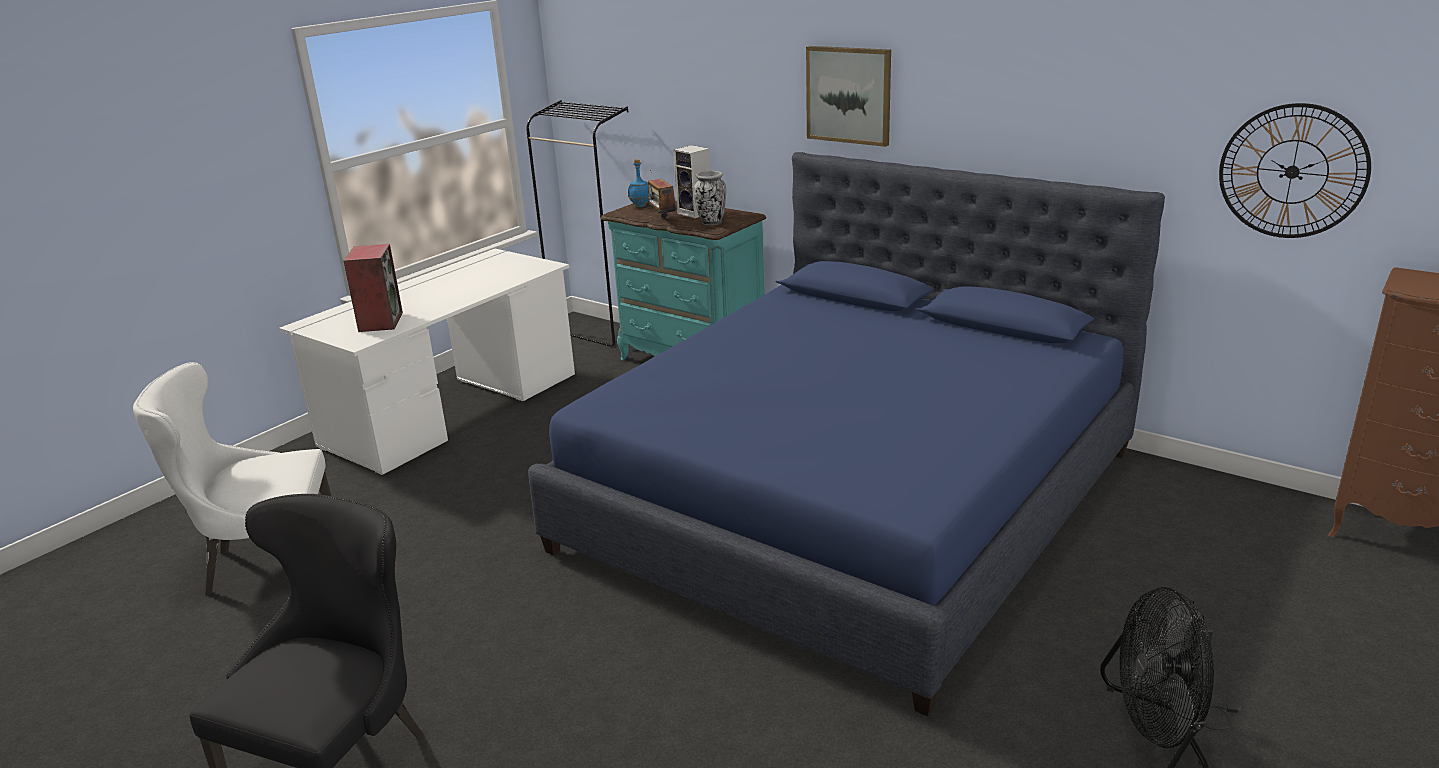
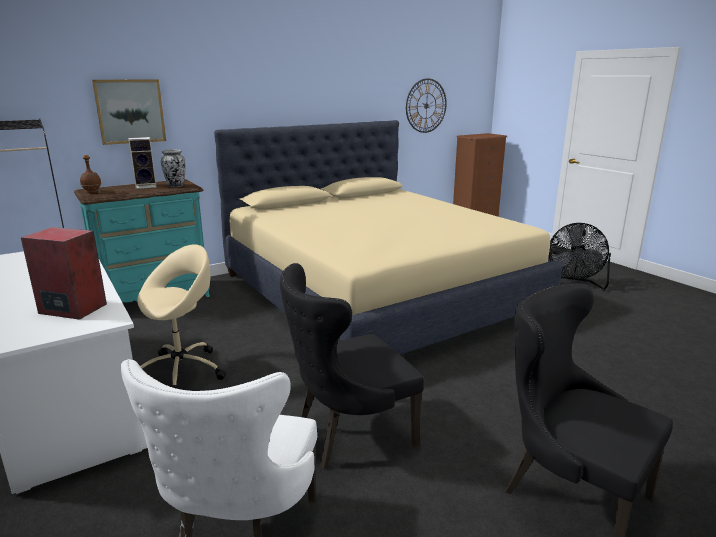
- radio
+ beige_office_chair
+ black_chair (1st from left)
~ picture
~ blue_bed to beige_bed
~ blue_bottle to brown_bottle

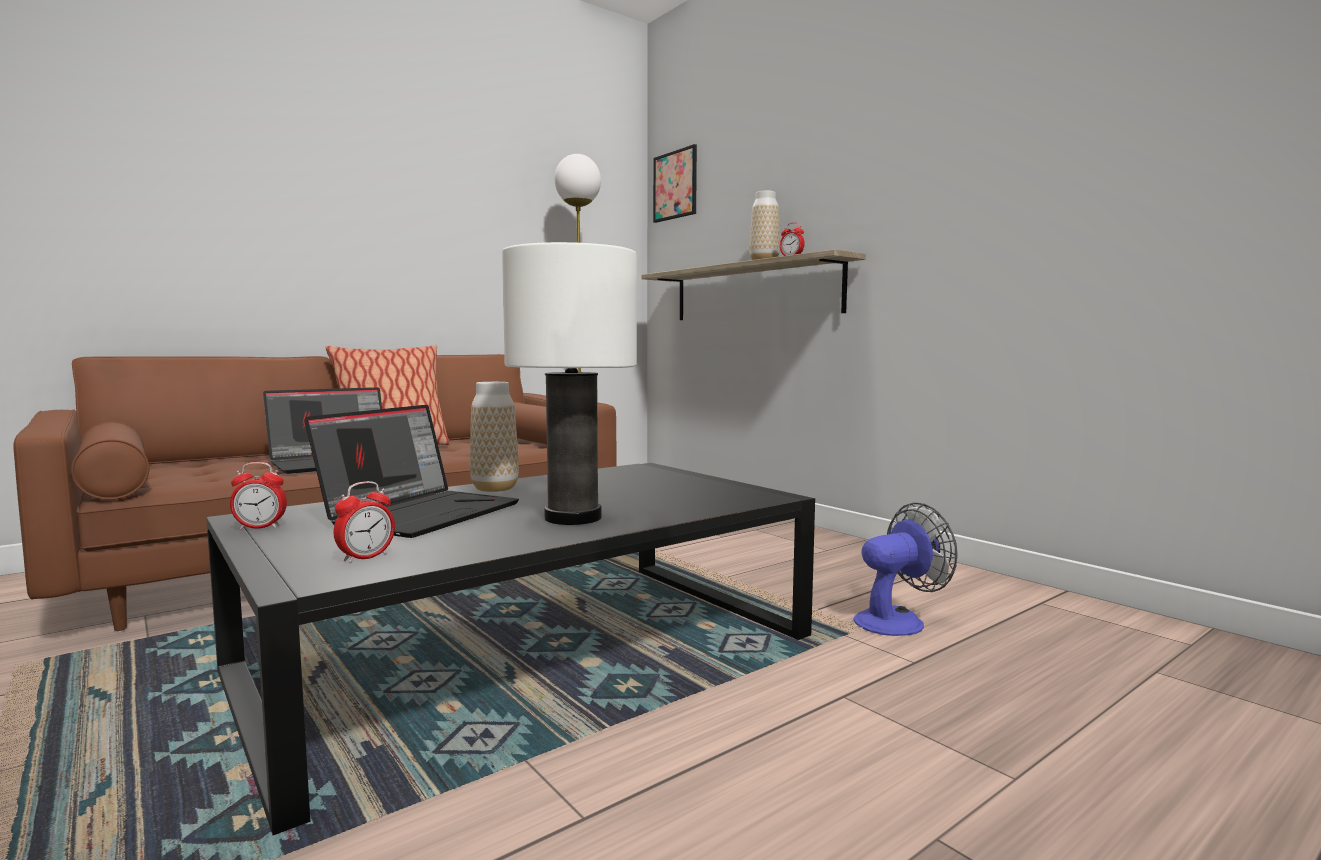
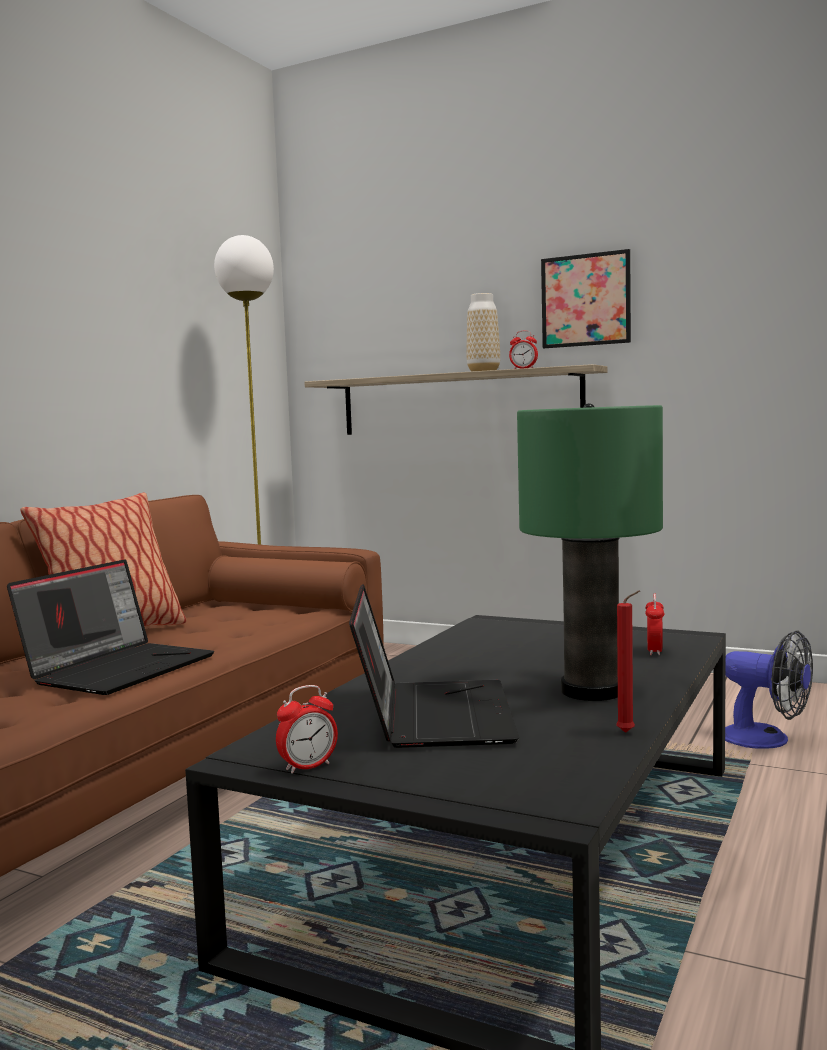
- vase (1st from left)
+ red_candle
~ alarm_clock (2nd from left in the first image) to alarm_clock (3rd from left)
~ picture
~ white_table_lamp to green_table_lamp
~ fan 90 degrees clockwise

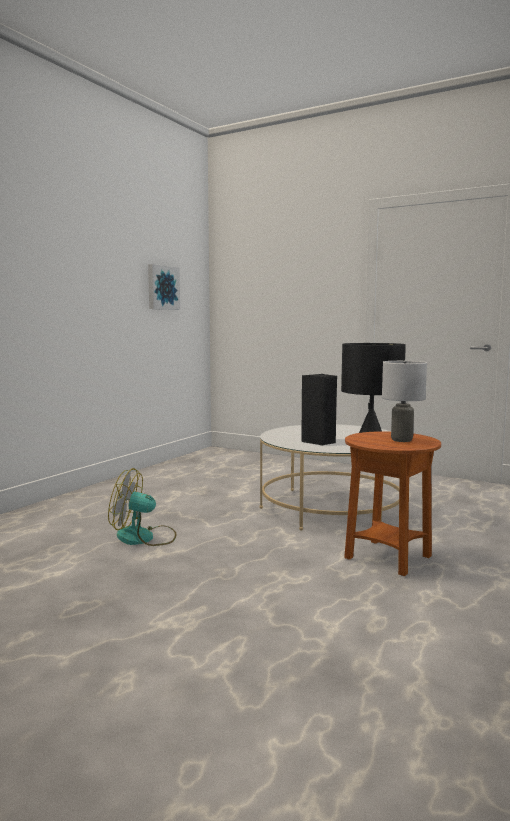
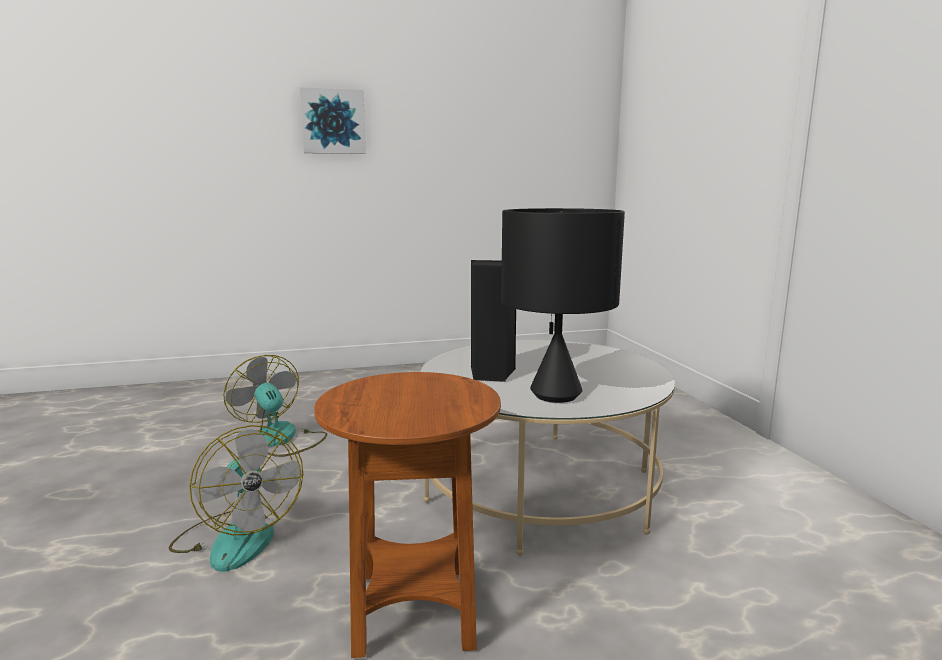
- white_table_lamp
+ fan (1st from left)
~ picture

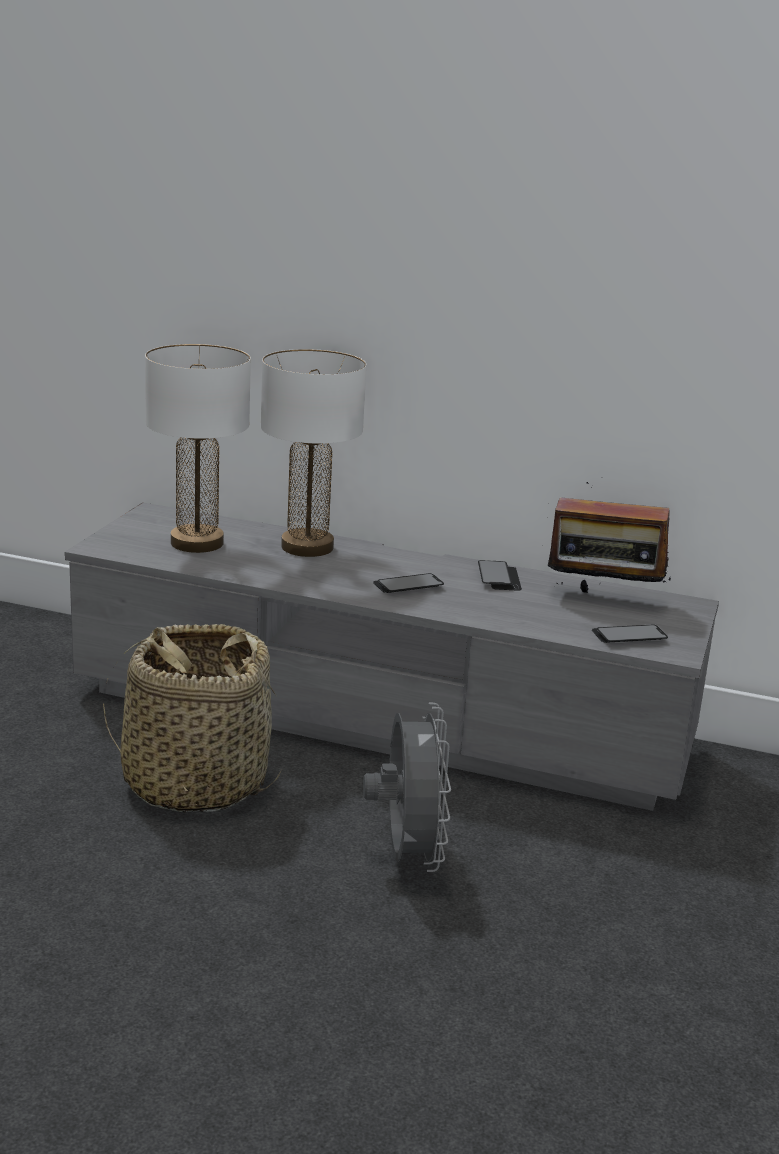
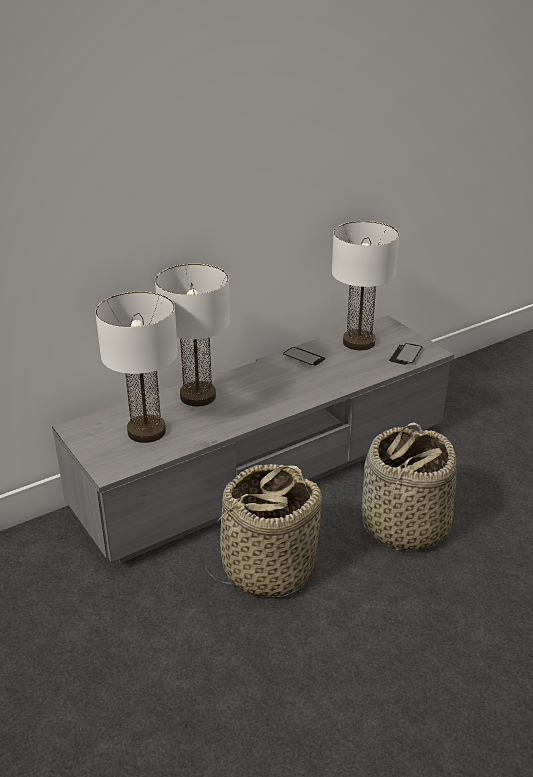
- phone (1st from left)
~ grey_fan to basket (2nd from left)
~ radio to table_lamp (3rd from left)

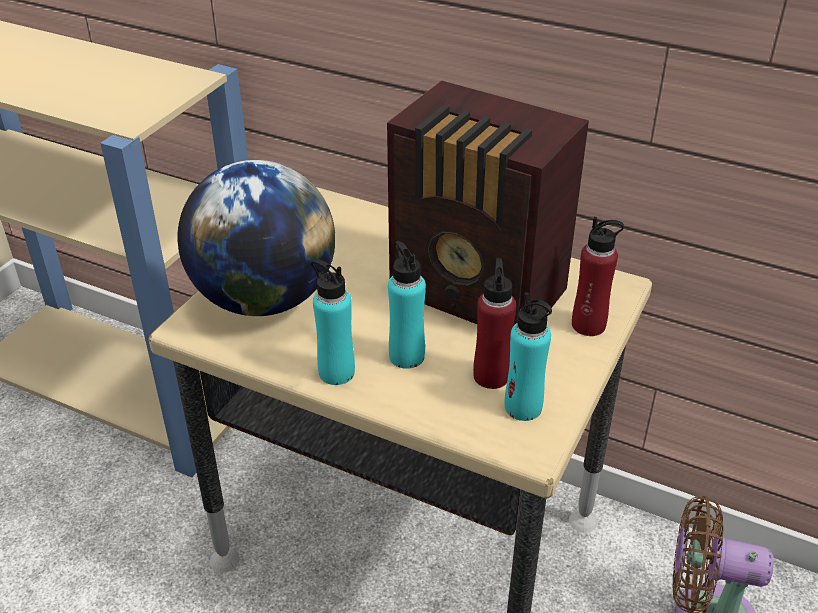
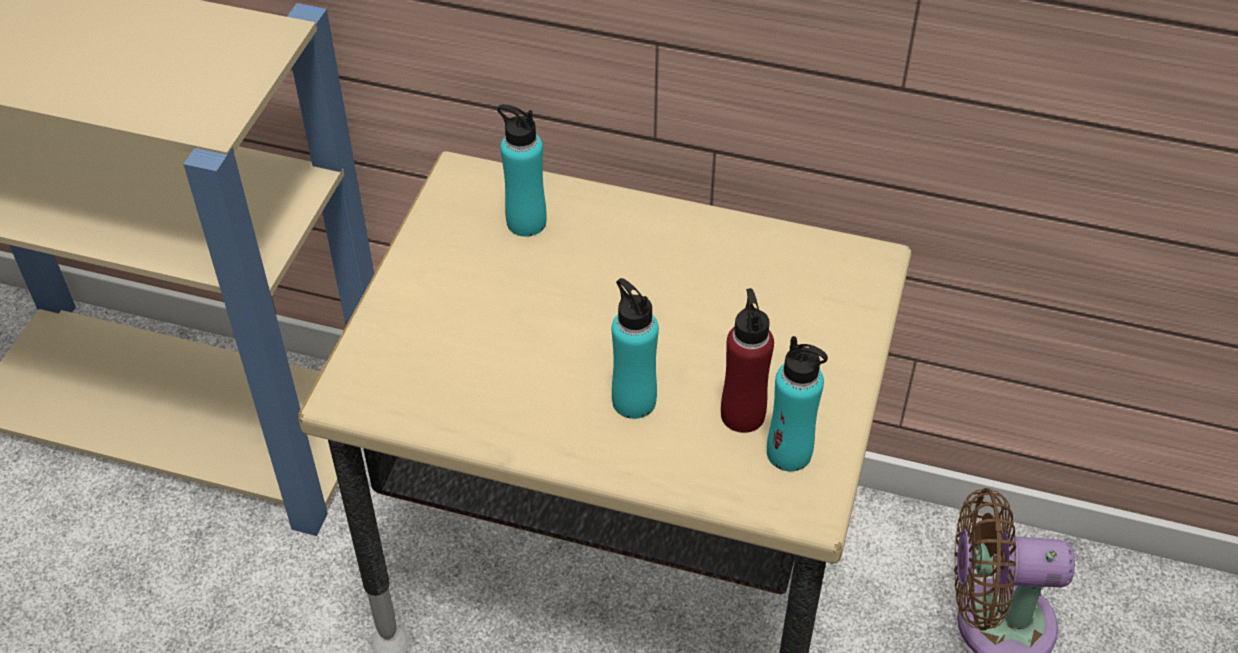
- globe
- radio
- red_bottle (2nd from left)
~ turquoise_bottle (1st from left)

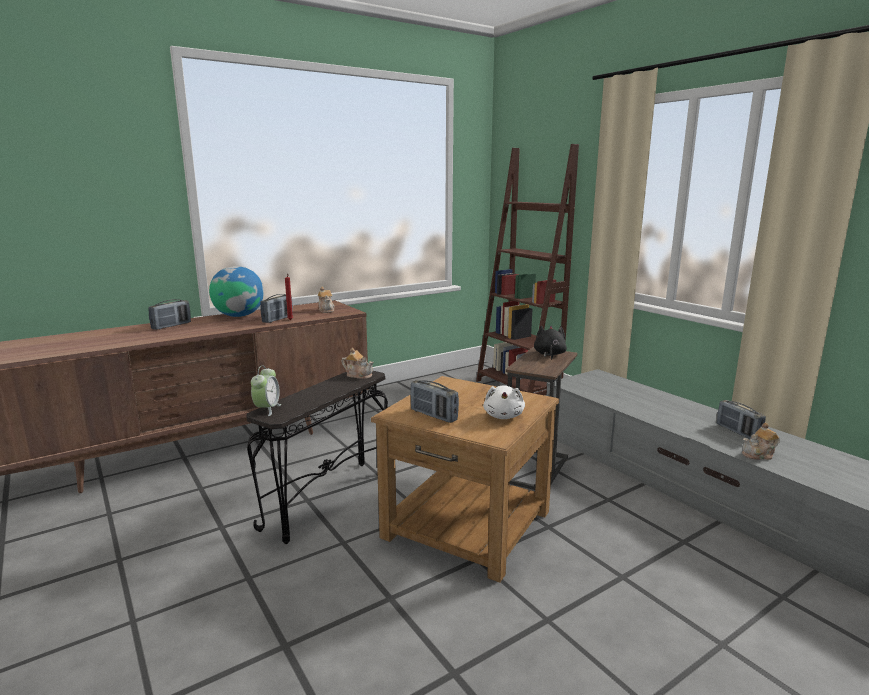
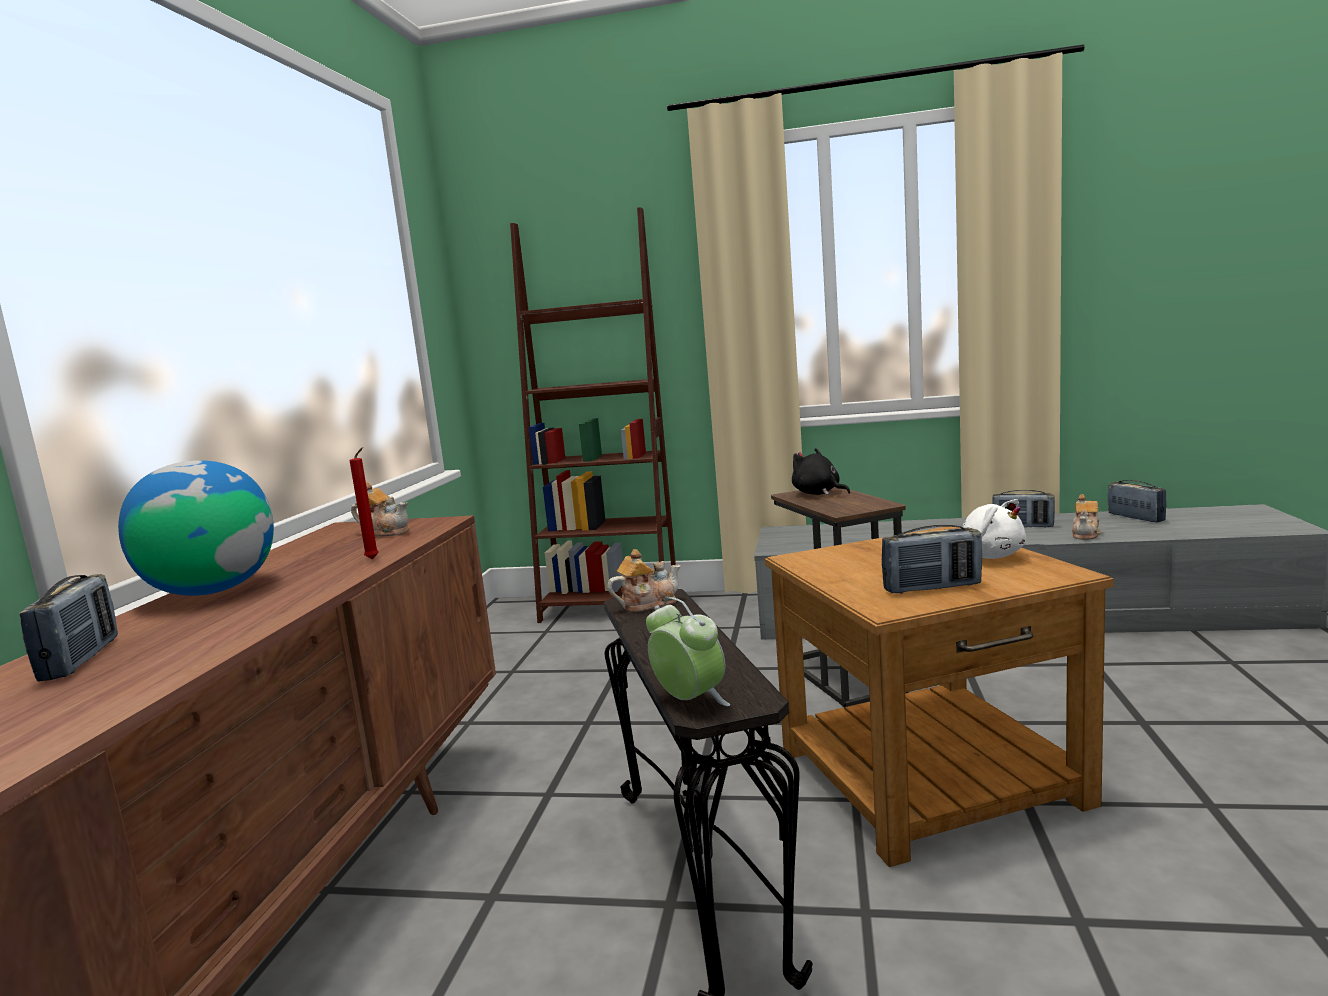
~ radio (2nd from left in the first image) to radio (4th from left)

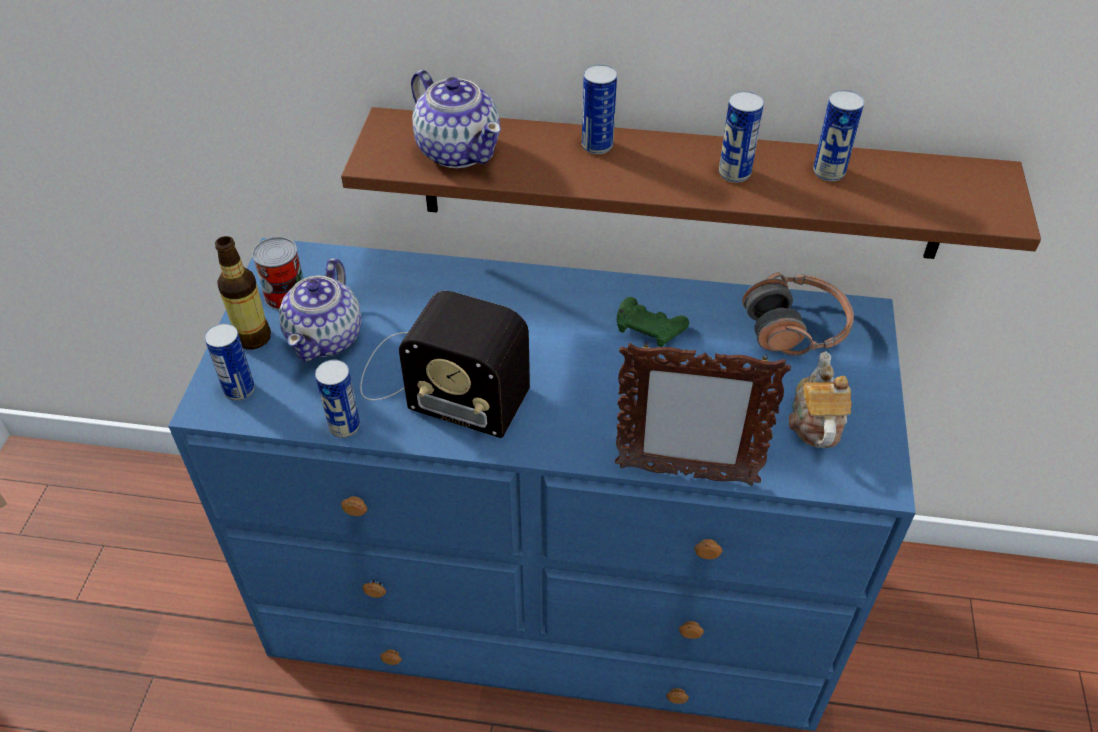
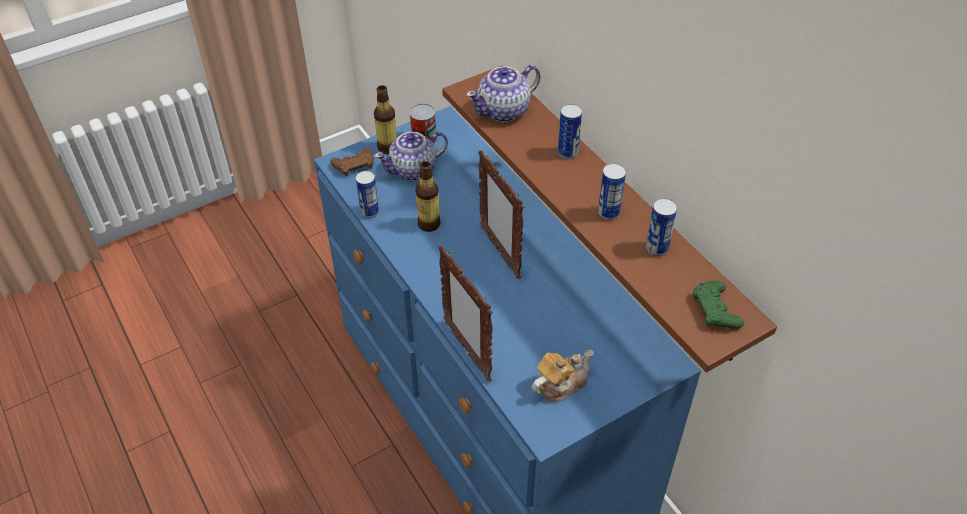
- headphones
+ picture_frame (2nd from left)
~ green_game_controller
~ can (1st from left) to brown_game_controller
~ radio to bottle (2nd from left)
~ teapot (2nd from left) 45 degrees clockwise

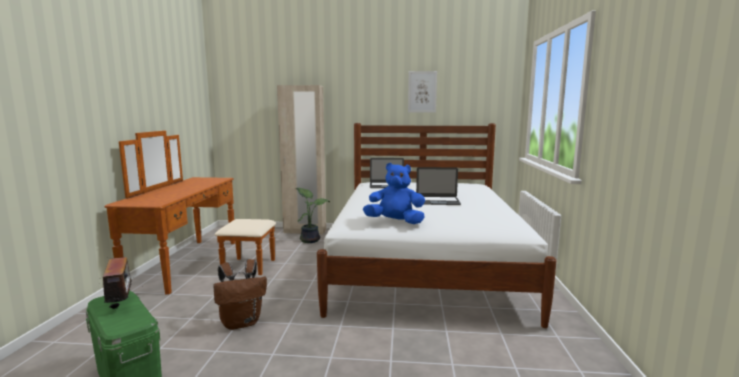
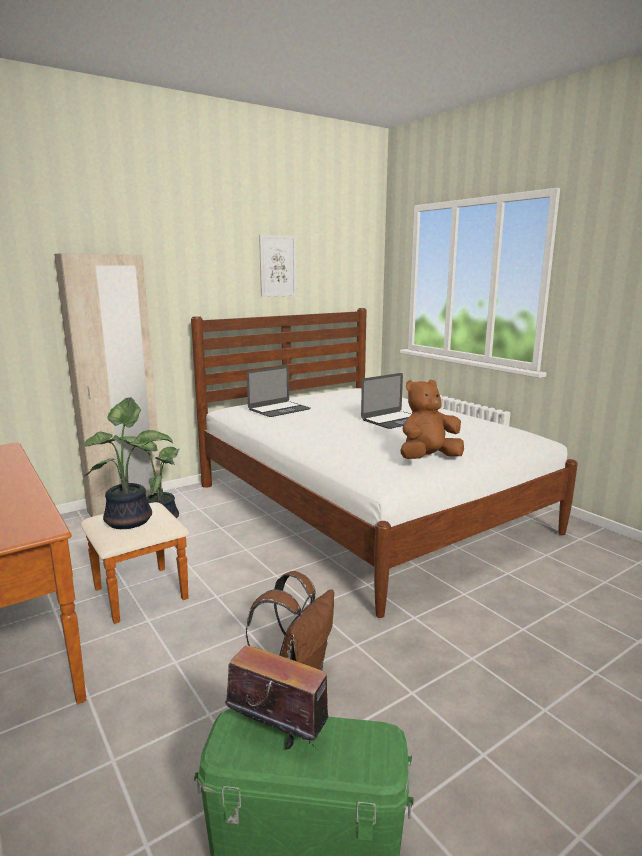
+ potted_plant (1st from left)
~ blue_plush_toy to brown_plush_toy

